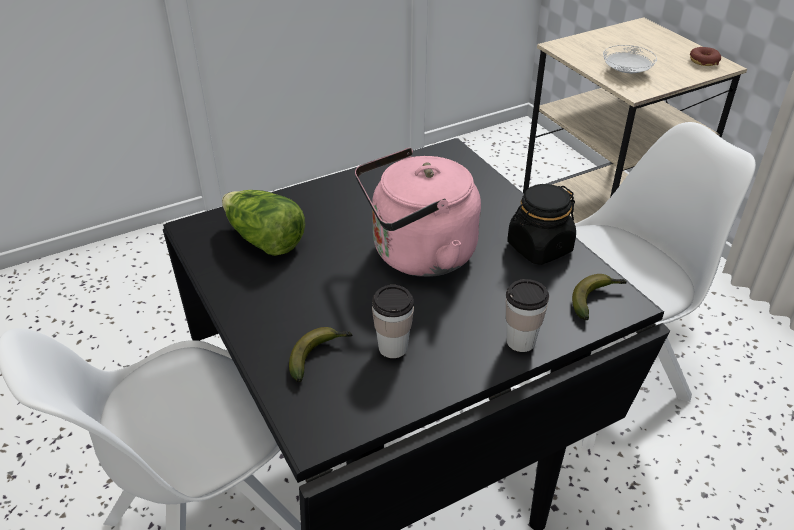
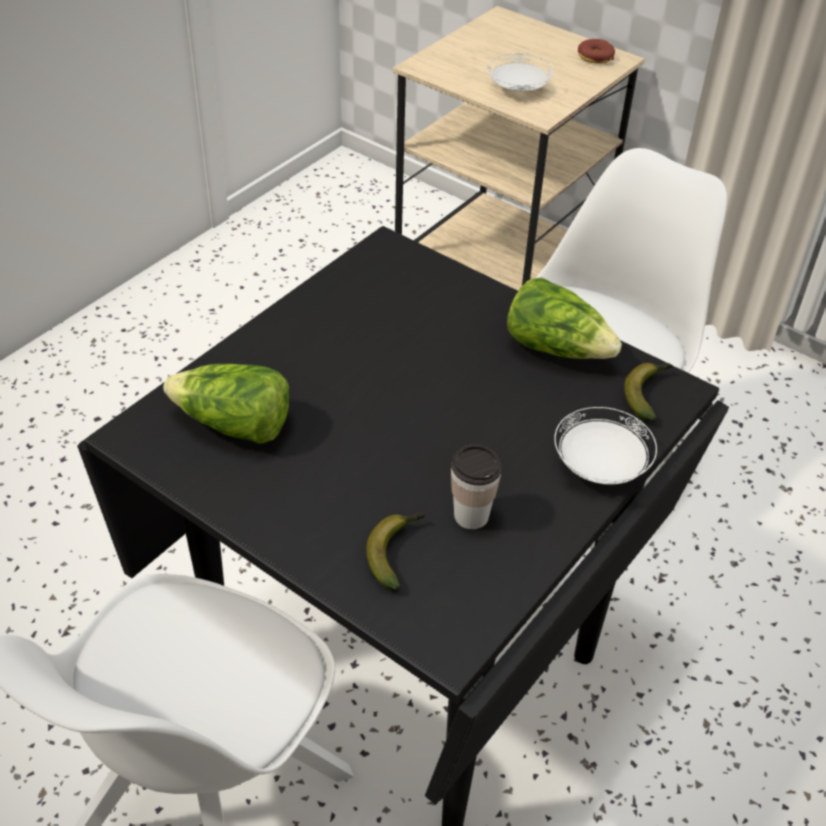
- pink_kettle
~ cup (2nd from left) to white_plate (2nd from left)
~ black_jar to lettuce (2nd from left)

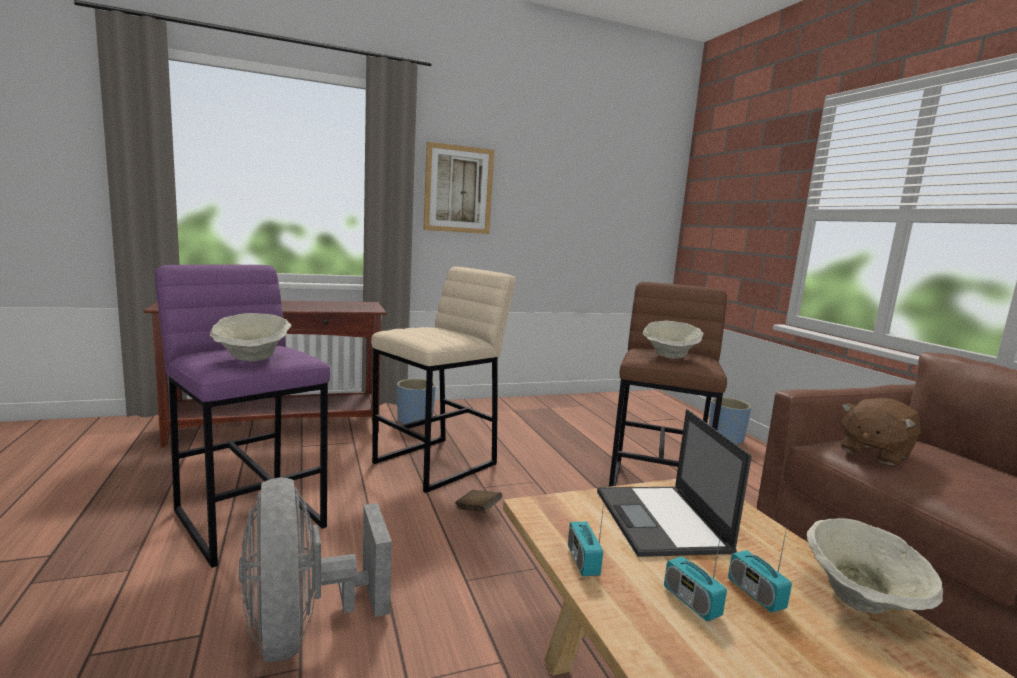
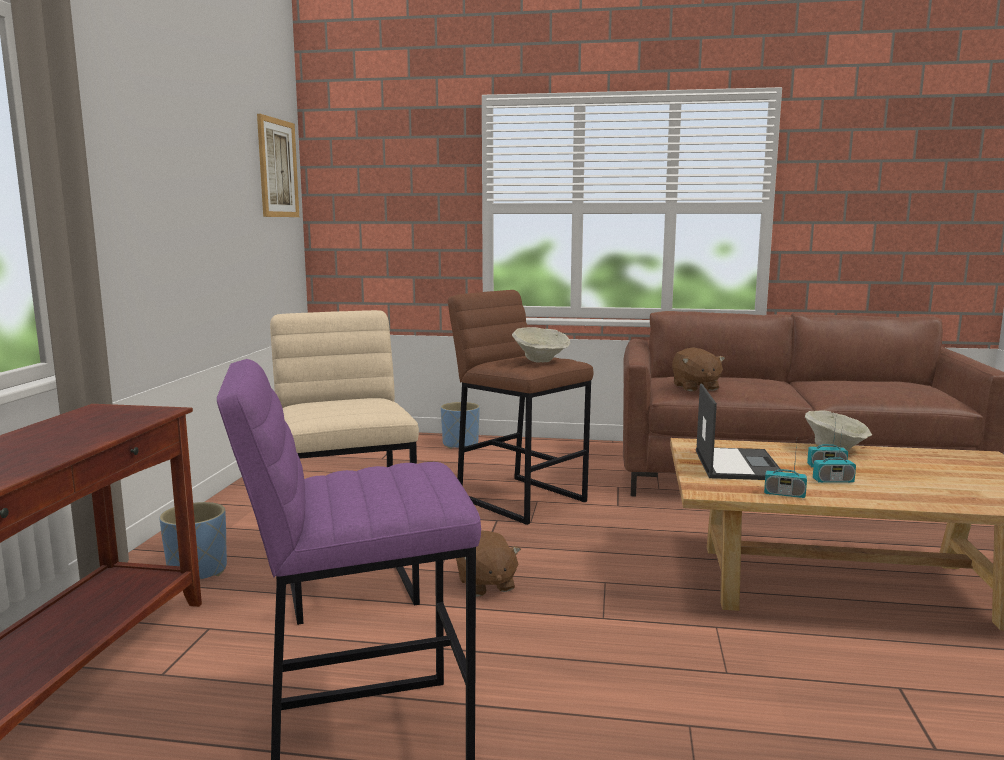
- beige_bowl (1st from left)
- grey_fan
~ picture
~ brown_book to brown_plush_toy (1st from left)
~ laptop 105 degrees counterclockwise

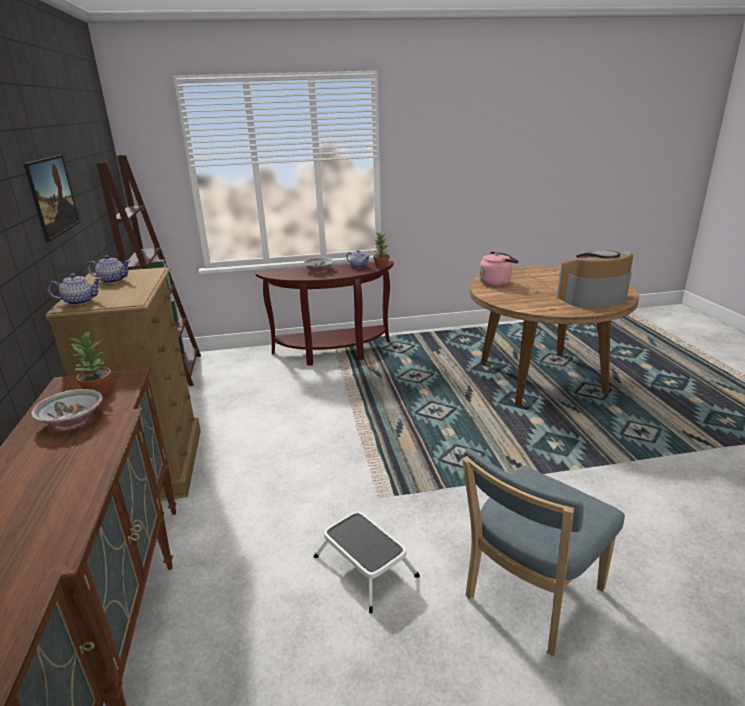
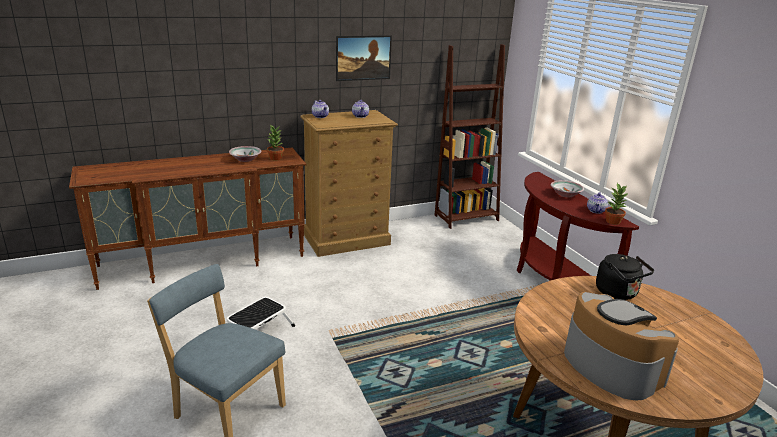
~ pink_kettle to black_kettle

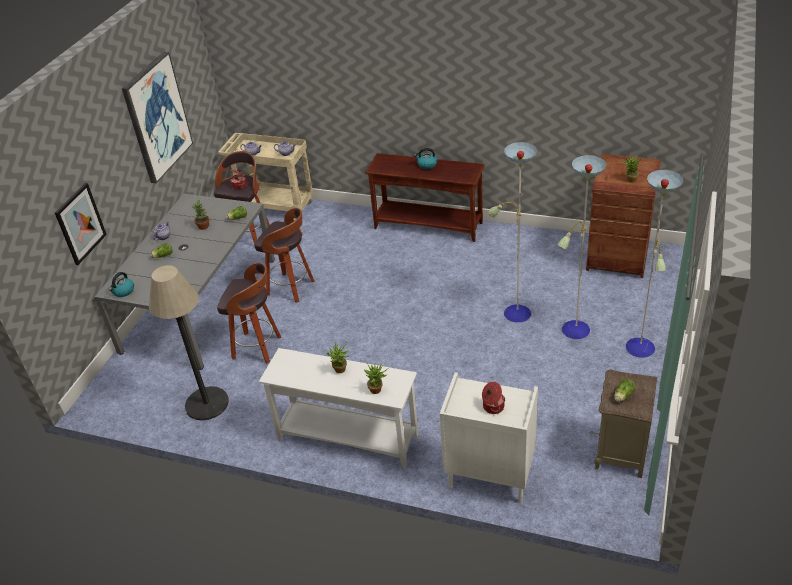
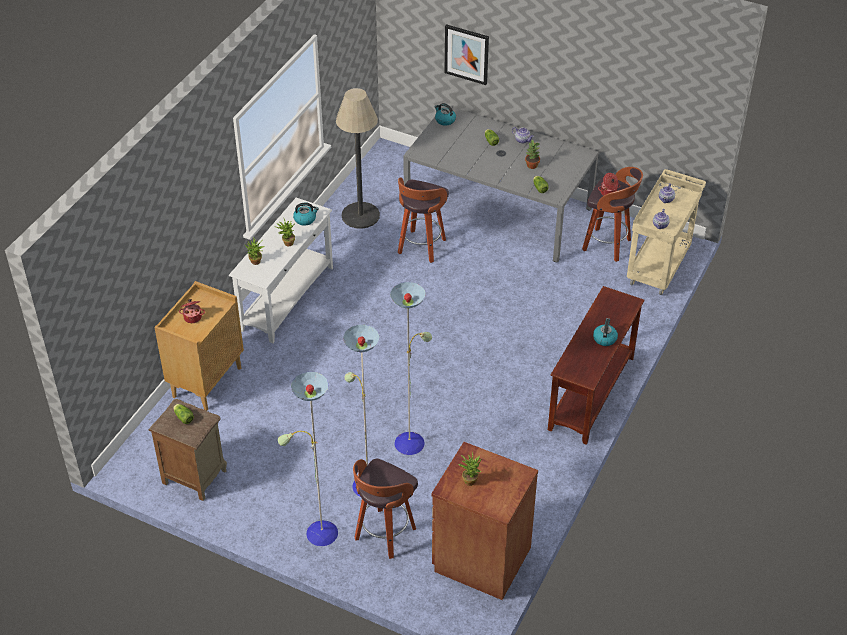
- picture (2nd from left)
+ kettle (1st from left)
~ stool (3rd from left in the first image) to stool (1st from left)
~ white_cabinet to brown_cabinet

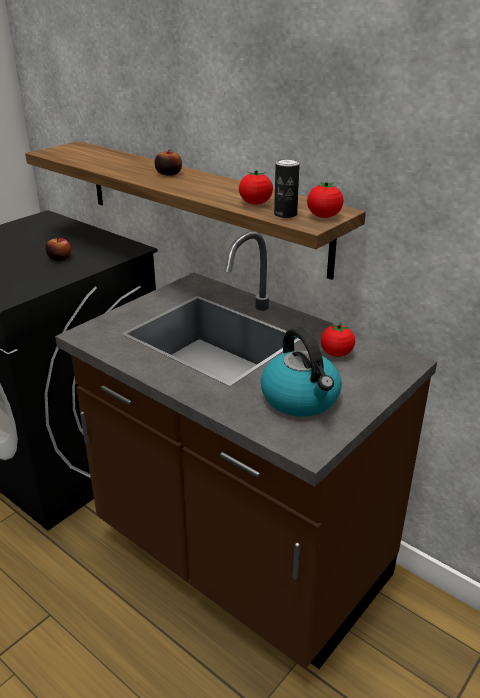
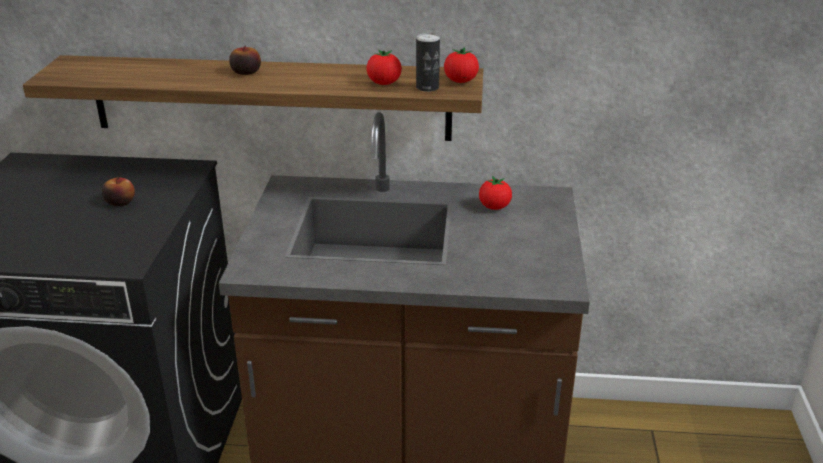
- kettle

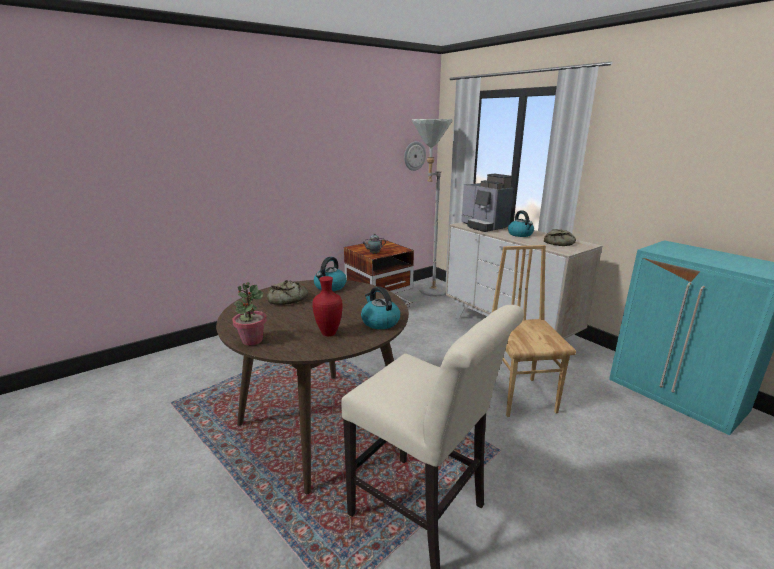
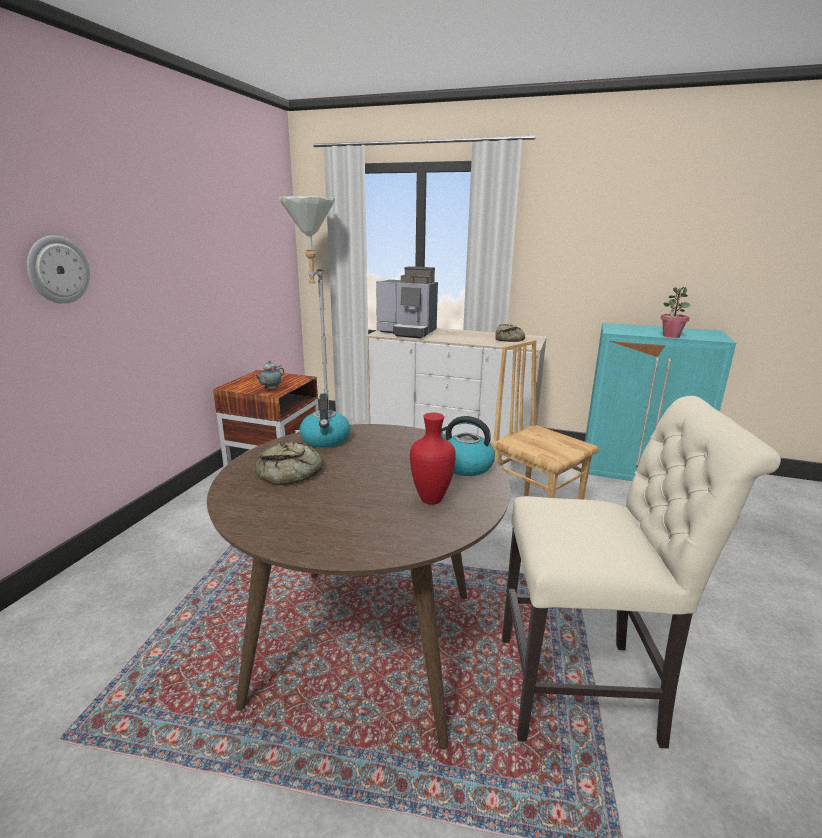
- kettle (3rd from left)
~ potted_plant
~ wall_clock

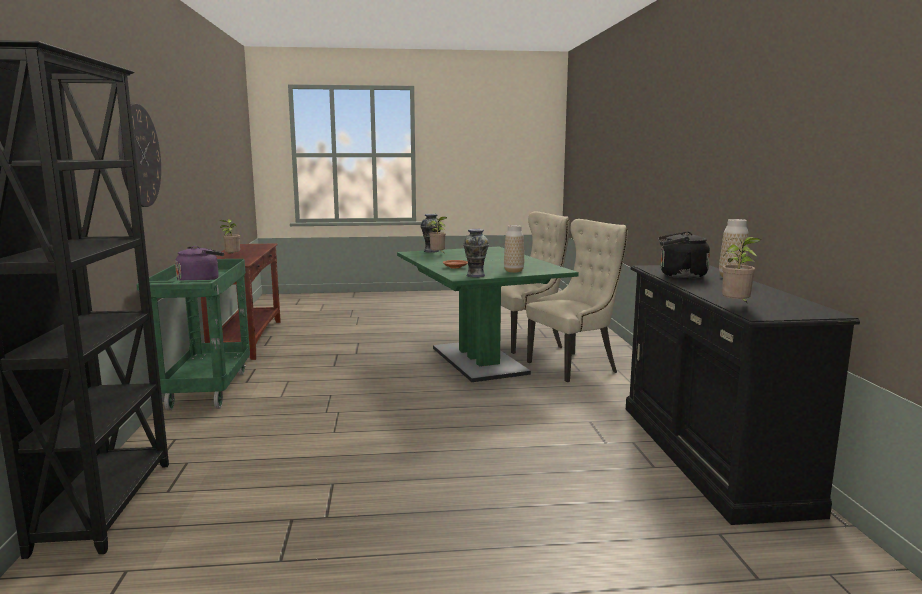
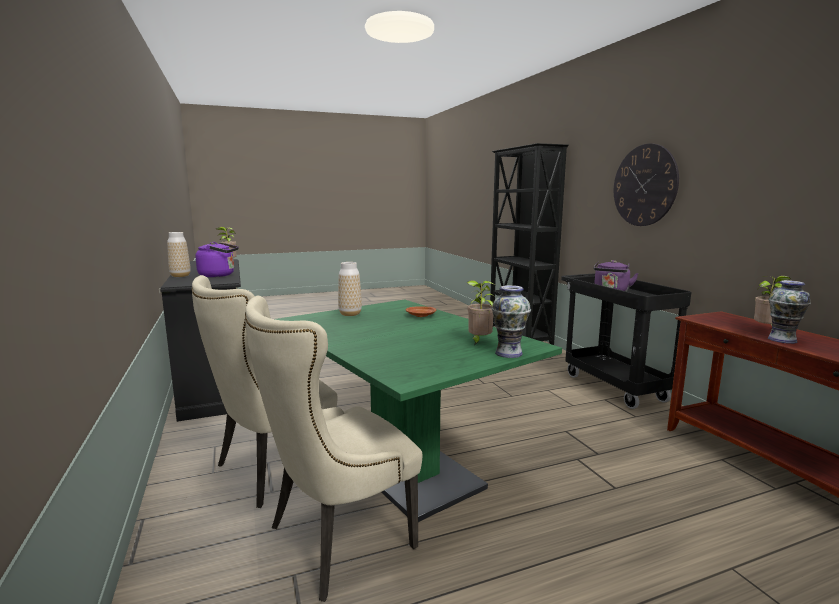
~ vase (2nd from left in the first image) to vase (4th from left)
~ green_cart to black_cart
~ black_kettle to purple_kettle (1st from left)

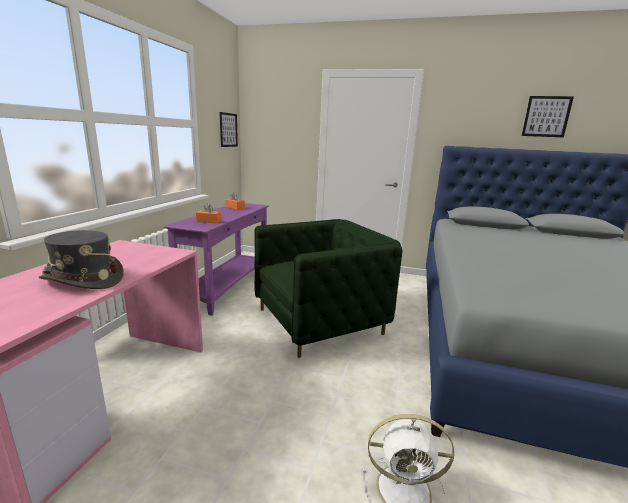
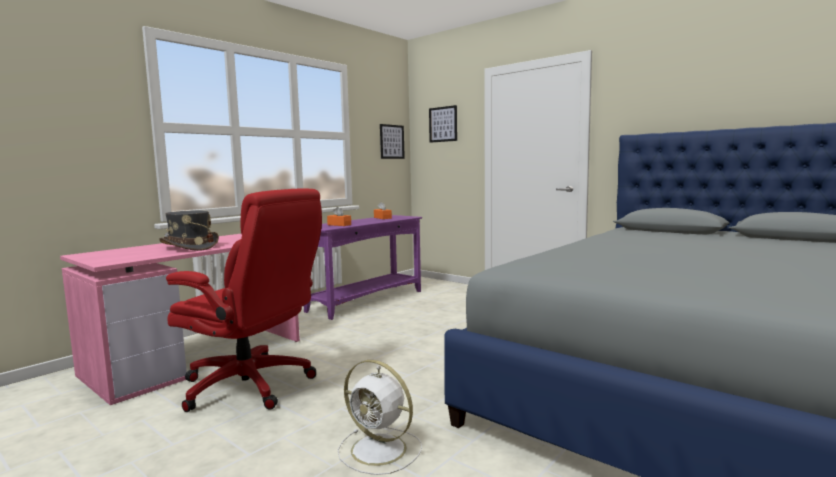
- green_armchair
+ red_office_chair
~ picture (2nd from left)

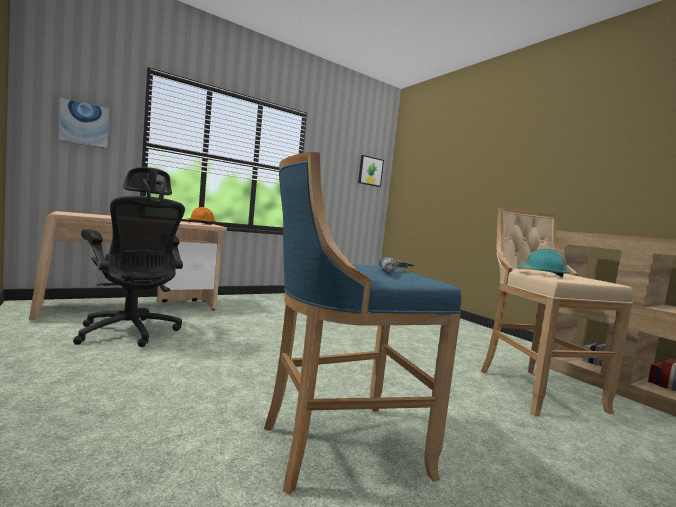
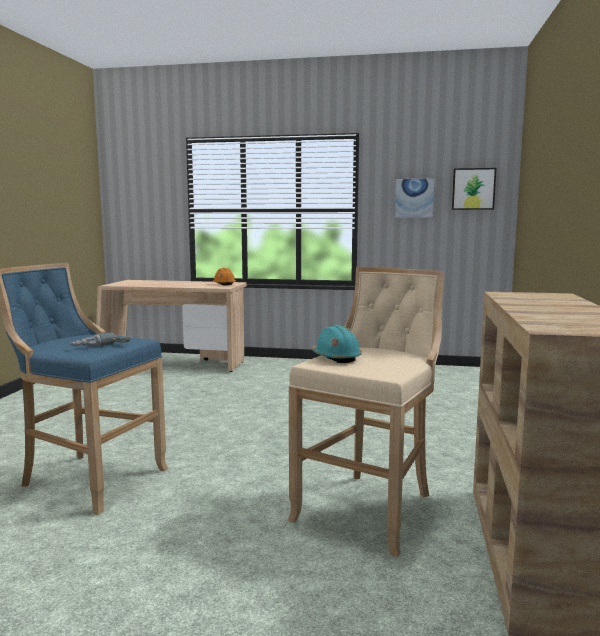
- office_chair
~ picture (1st from left)

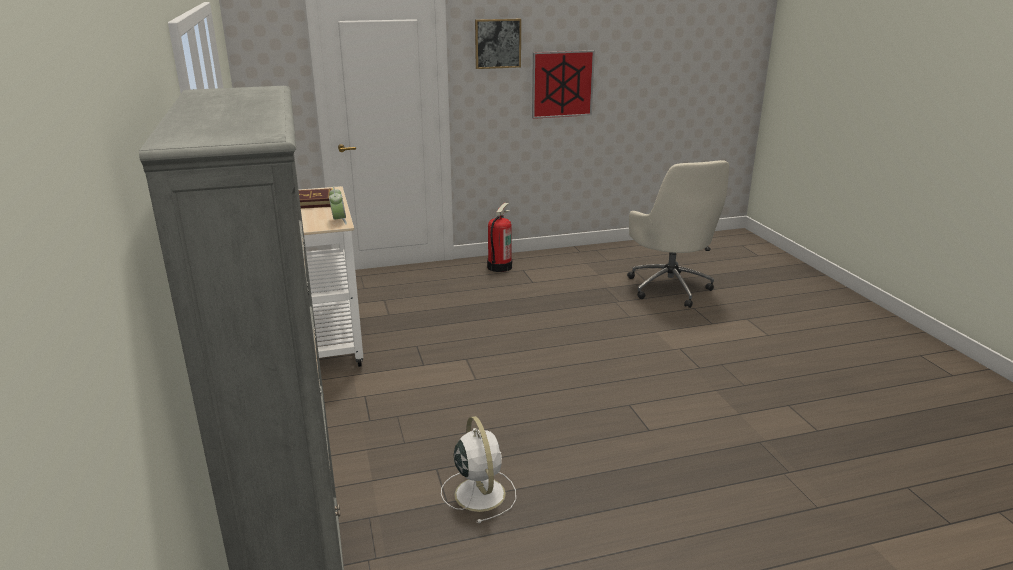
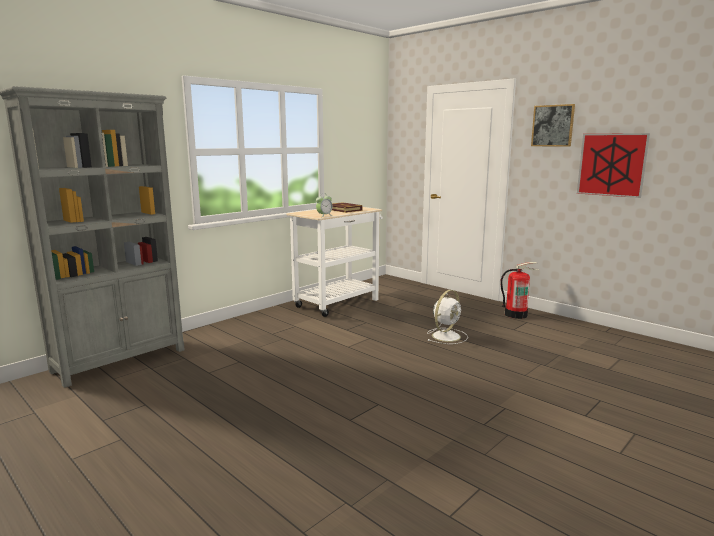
- beige_office_chair
~ white_fan

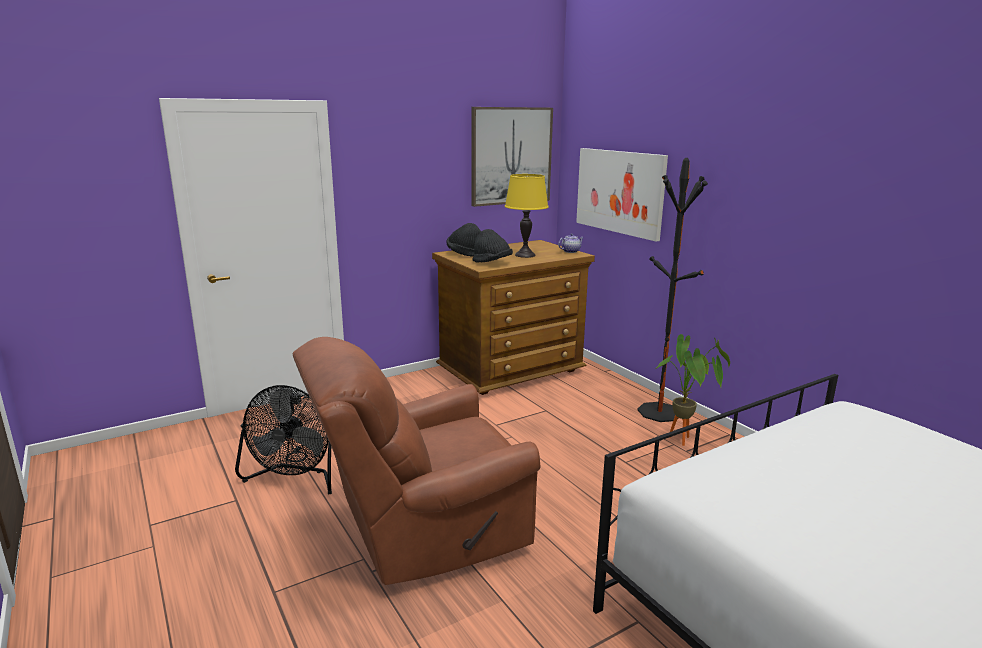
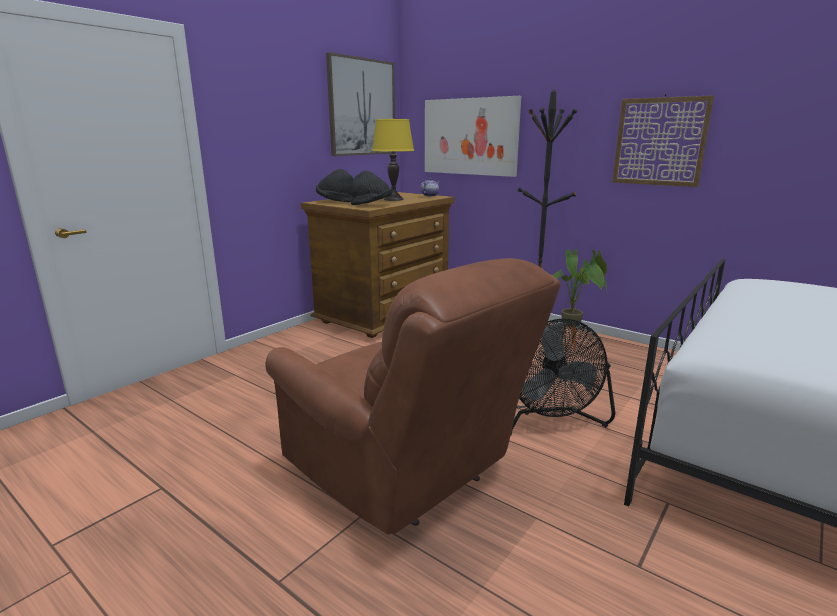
+ picture (3rd from left)
~ black_fan
~ brown_armchair 90 degrees counterclockwise

